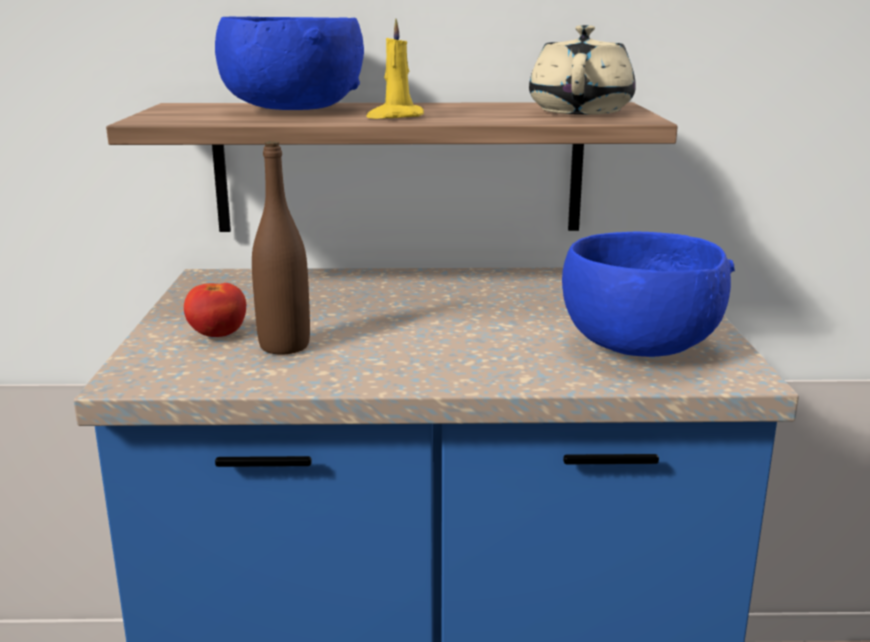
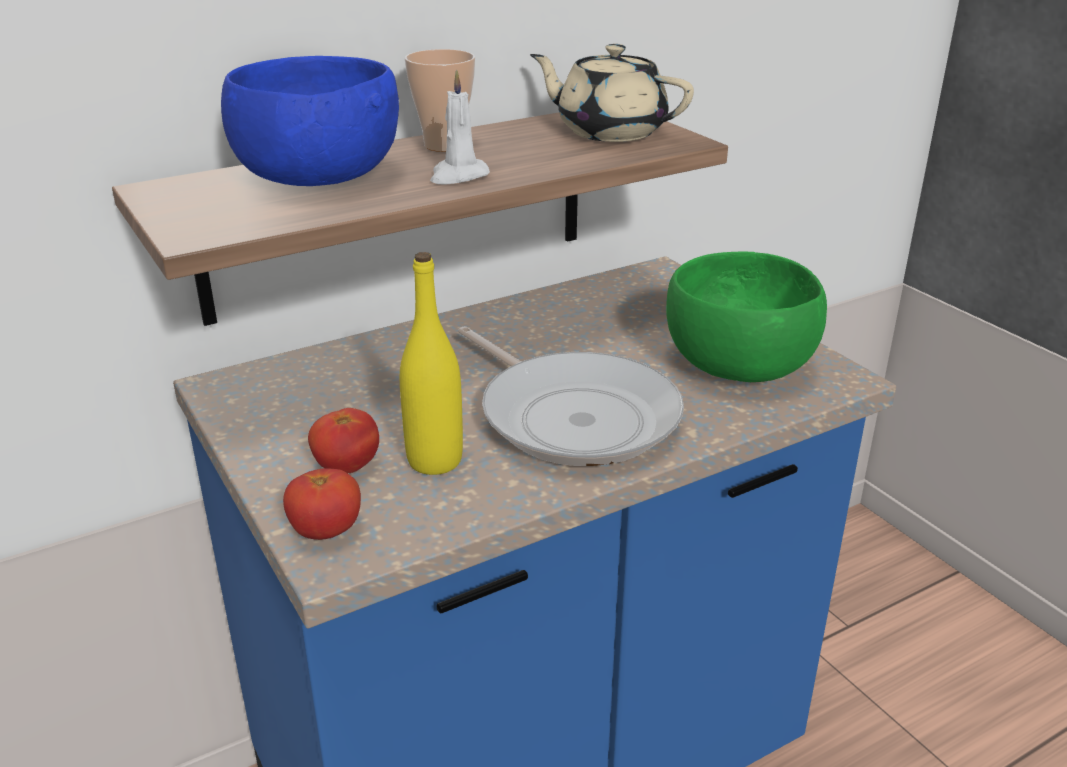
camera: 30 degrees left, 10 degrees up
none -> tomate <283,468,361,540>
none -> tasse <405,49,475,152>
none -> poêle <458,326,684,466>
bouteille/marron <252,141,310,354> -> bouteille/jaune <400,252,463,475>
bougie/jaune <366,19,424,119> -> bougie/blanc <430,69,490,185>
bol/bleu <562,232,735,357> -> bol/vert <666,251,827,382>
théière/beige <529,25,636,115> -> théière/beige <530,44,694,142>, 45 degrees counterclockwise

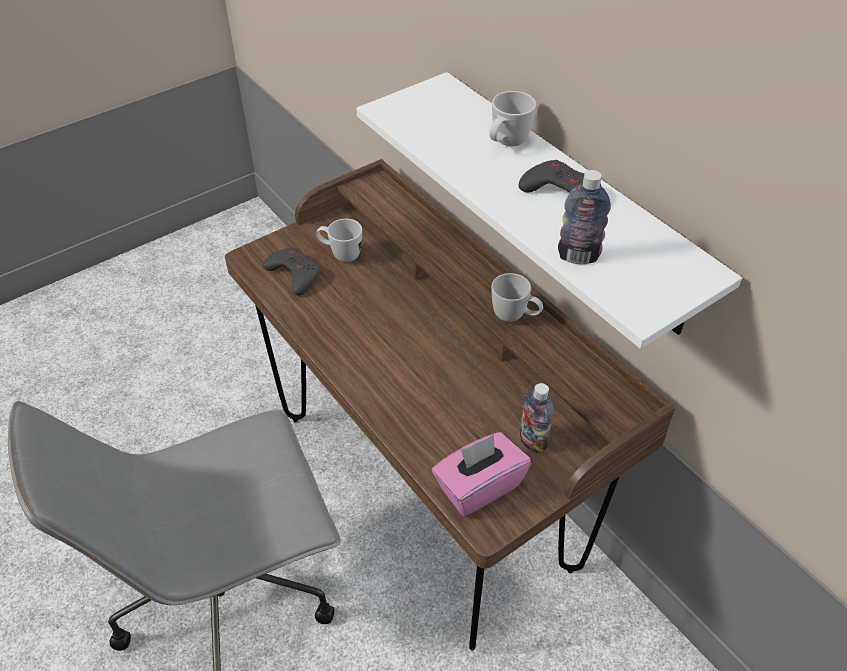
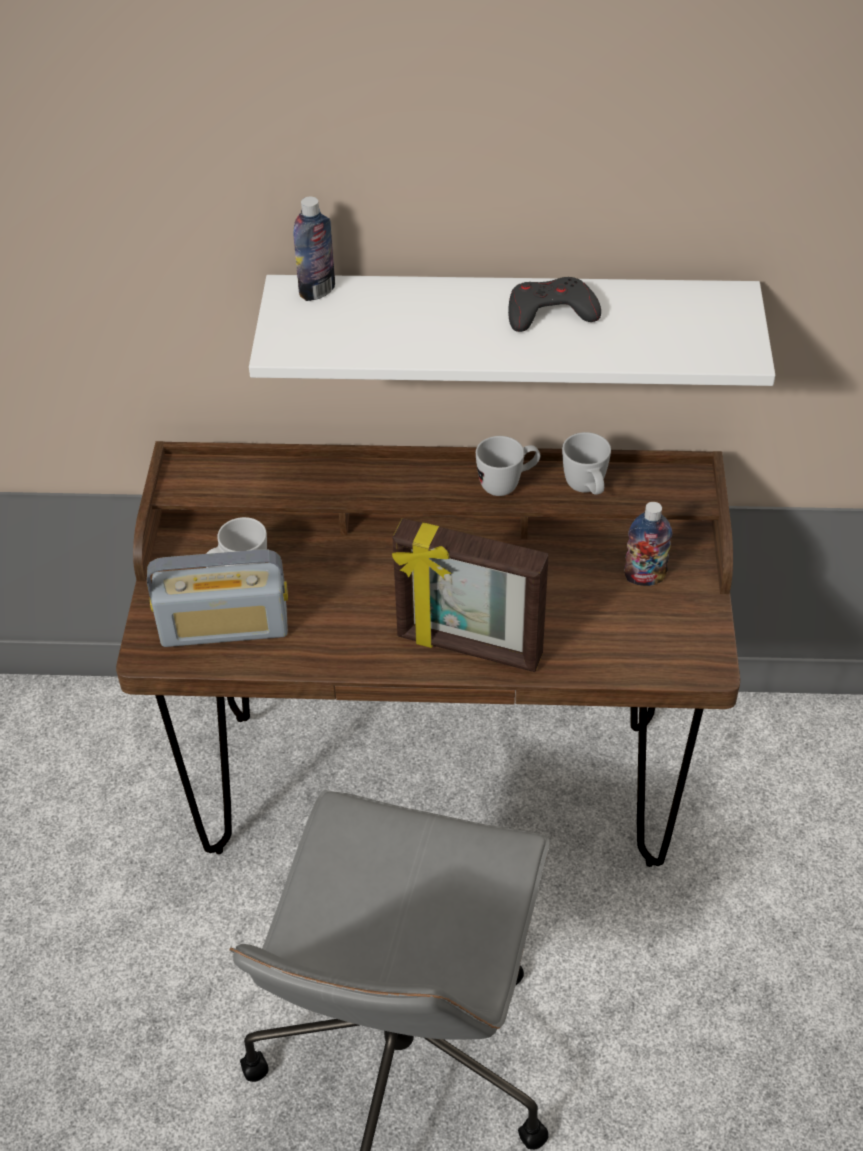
camera: 50 degrees left, 0 degrees up
boîte à mouchoirs/rose <432,432,531,516> -> none
none -> cadre photo <392,518,549,672>
mug/blanc <489,91,536,146> -> mug/blanc <562,432,611,495>, relocated
bouteille <558,170,611,264> -> bouteille <293,197,335,301>, relocated
manette/gris <263,247,320,296> -> radio <147,549,288,647>

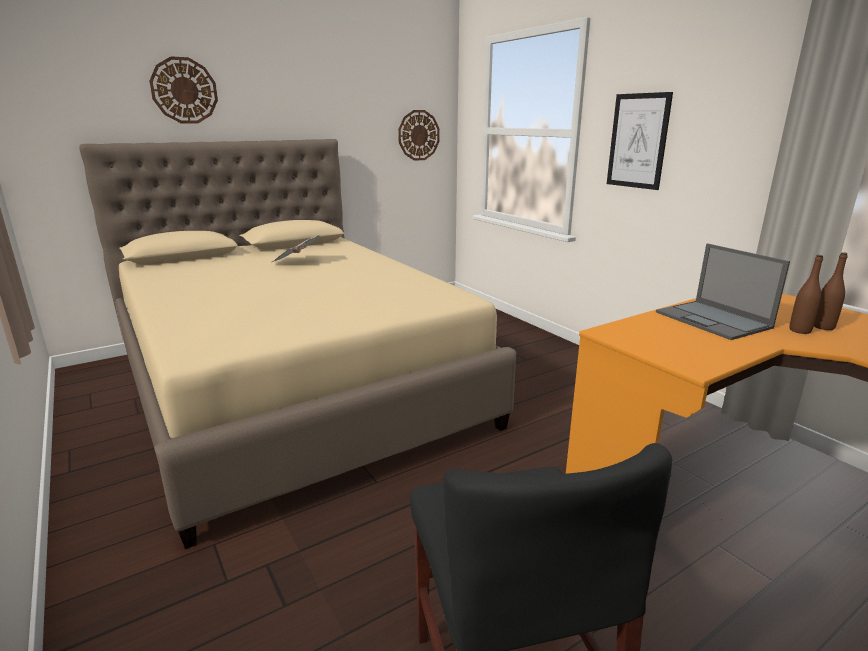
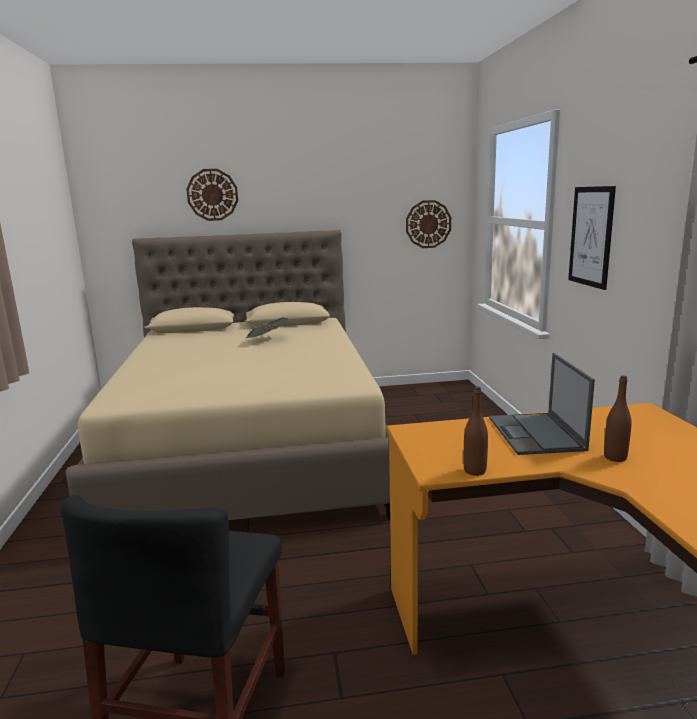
camera: 25 degrees right, 5 degrees down
bouteille/marron <814,252,848,330> -> bouteille/marron <464,387,488,476>, relocated

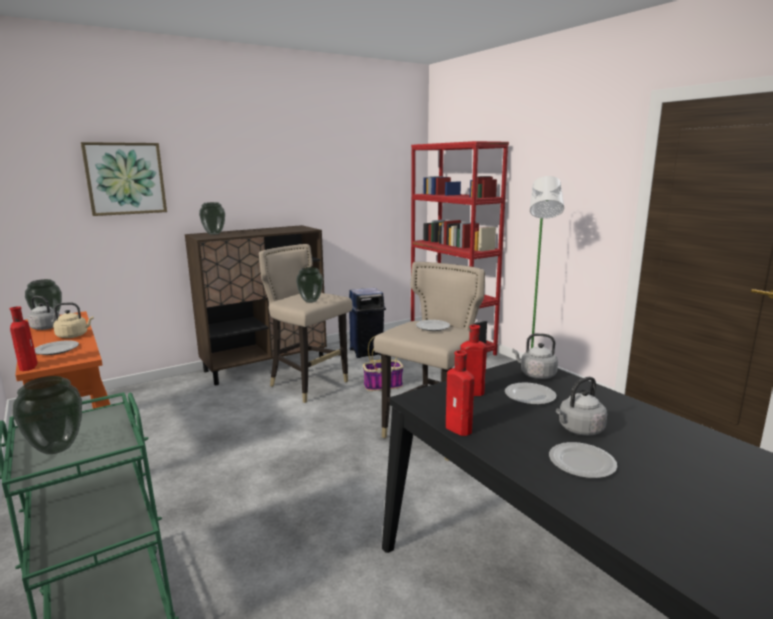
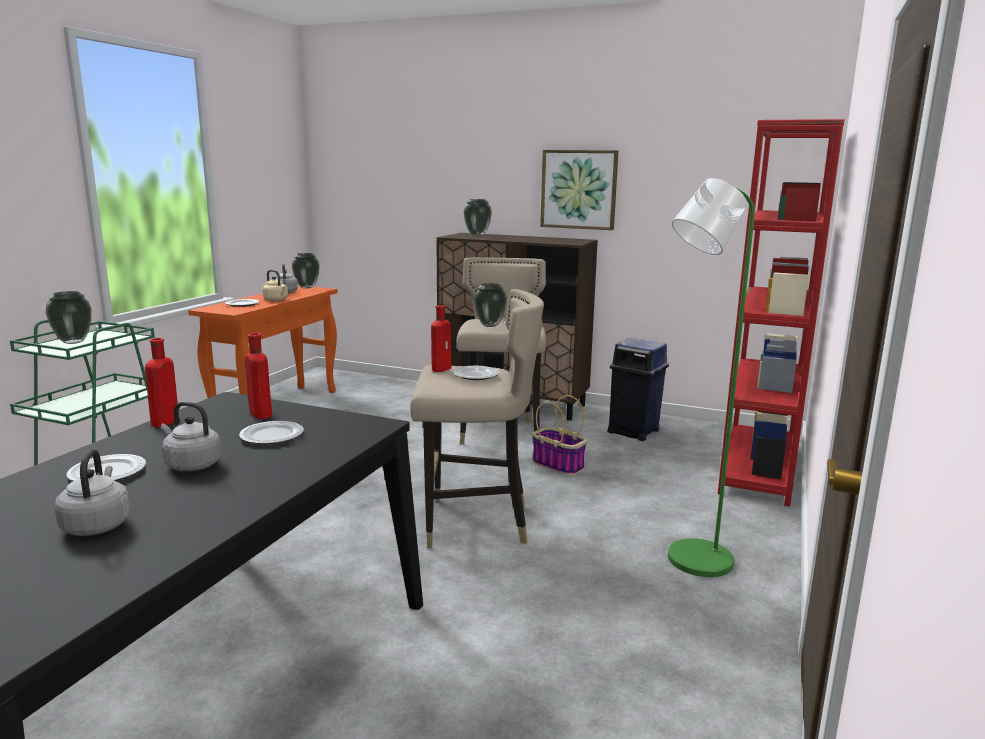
camera: 55 degrees right, 0 degrees up
bouteille/rouge <10,306,38,371> -> bouteille/rouge <431,305,451,372>, relocated
tableau <81,142,167,216> -> tableau <540,150,618,230>, relocated
bouilloire/gris <512,333,558,379> -> bouilloire/gris <54,449,130,536>, relocated

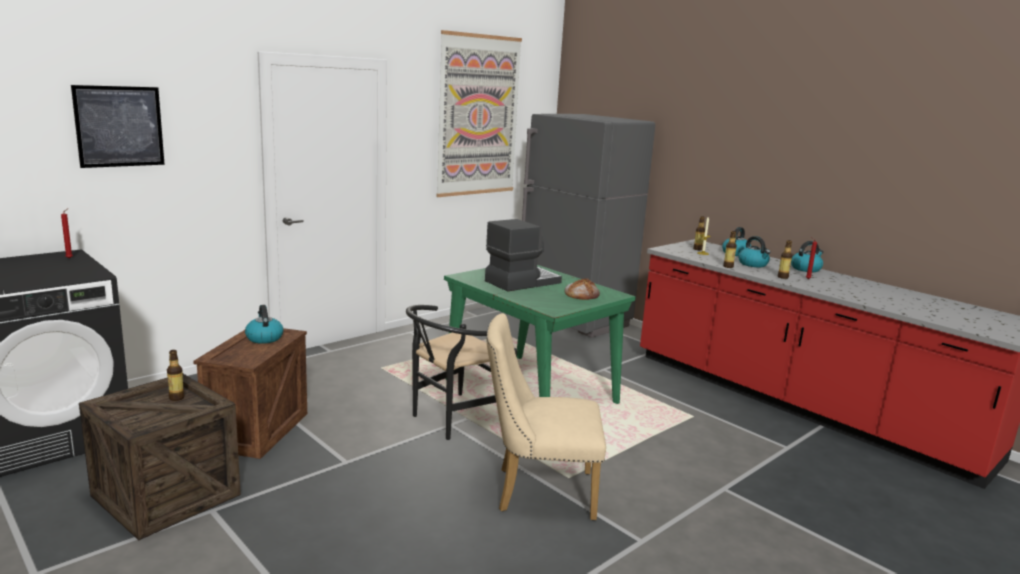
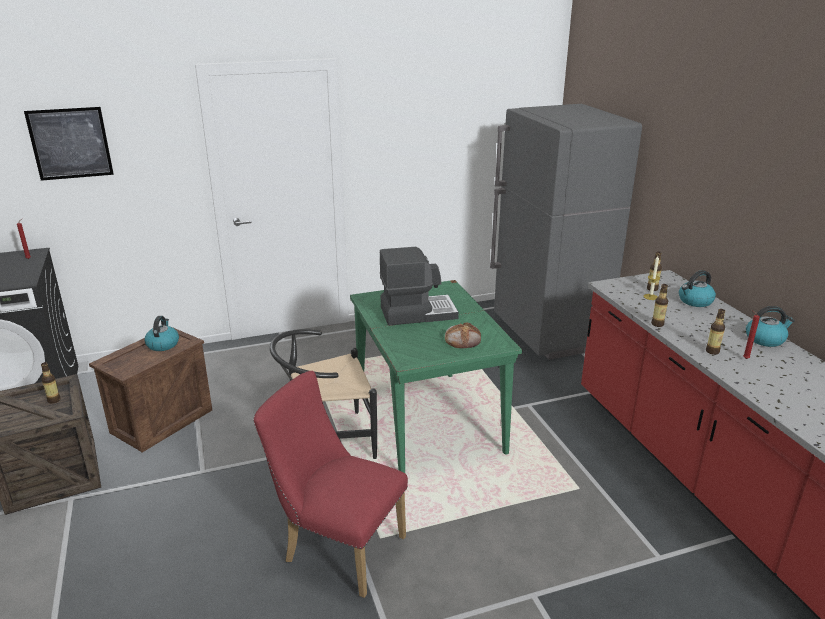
camera: 25 degrees right, 10 degrees up
tableau <436,30,522,197> -> none
bouilloire <738,236,770,267> -> none
chaise/beige <487,313,606,521> -> chaise/rouge <253,371,408,598>

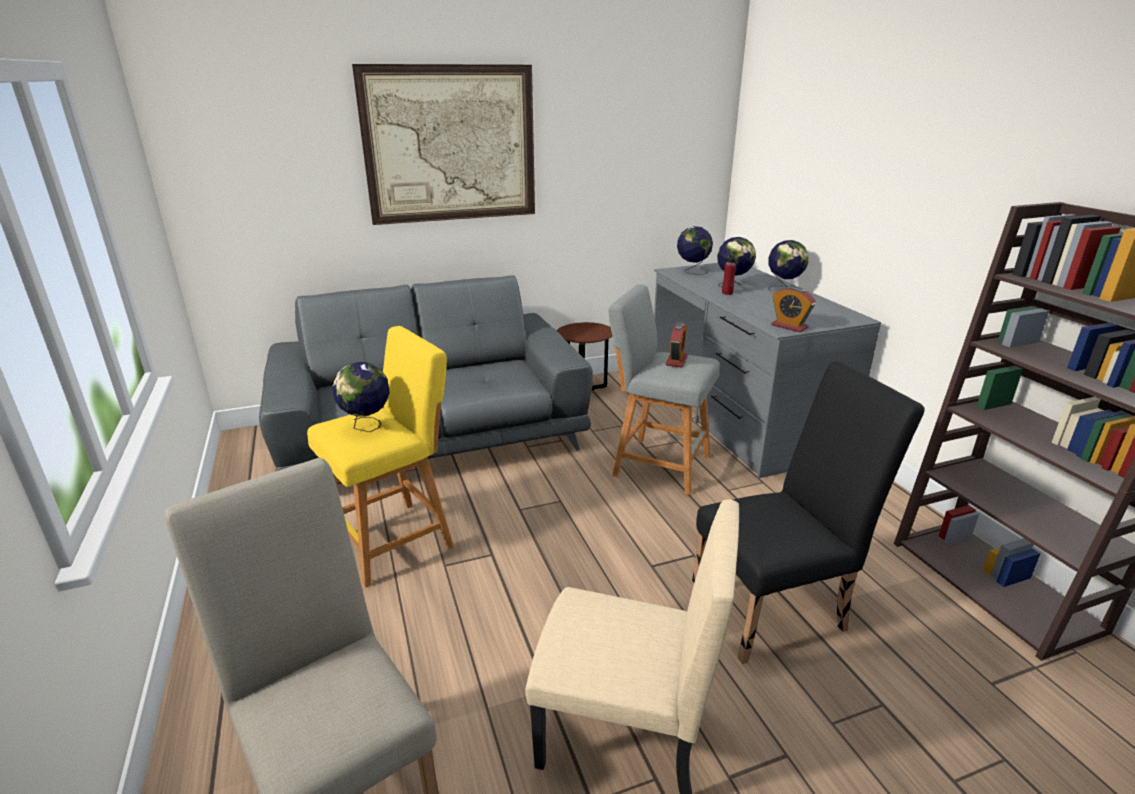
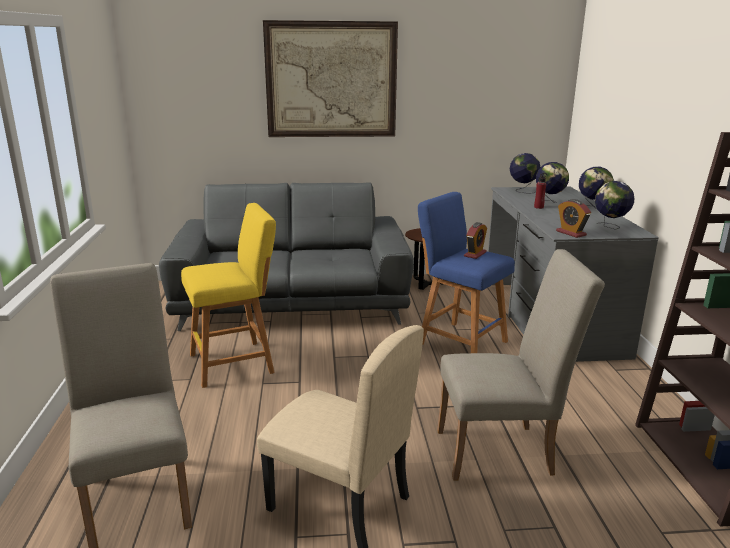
camera: 15 degrees right, 5 degrees down
globe <332,362,390,432> -> globe <595,181,634,230>, relocated
tabouret/gris <608,284,720,495> -> tabouret/bleu <418,192,515,353>
chaise/noir <690,361,924,664> -> chaise/beige <437,249,605,481>

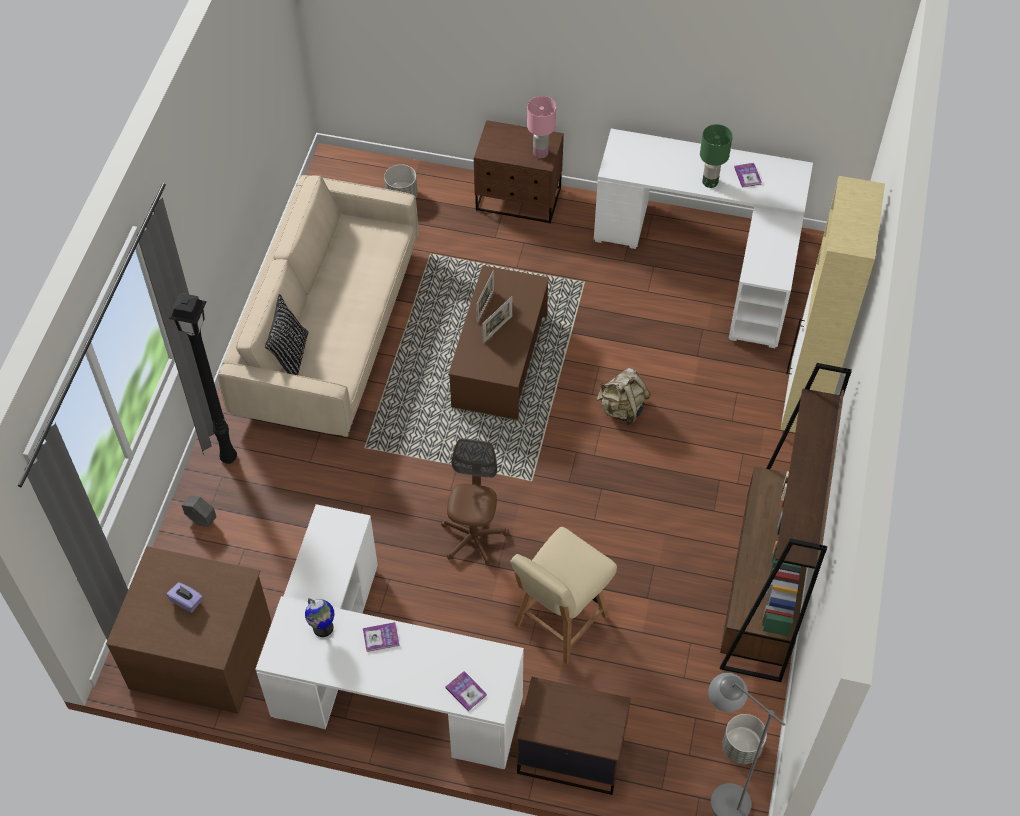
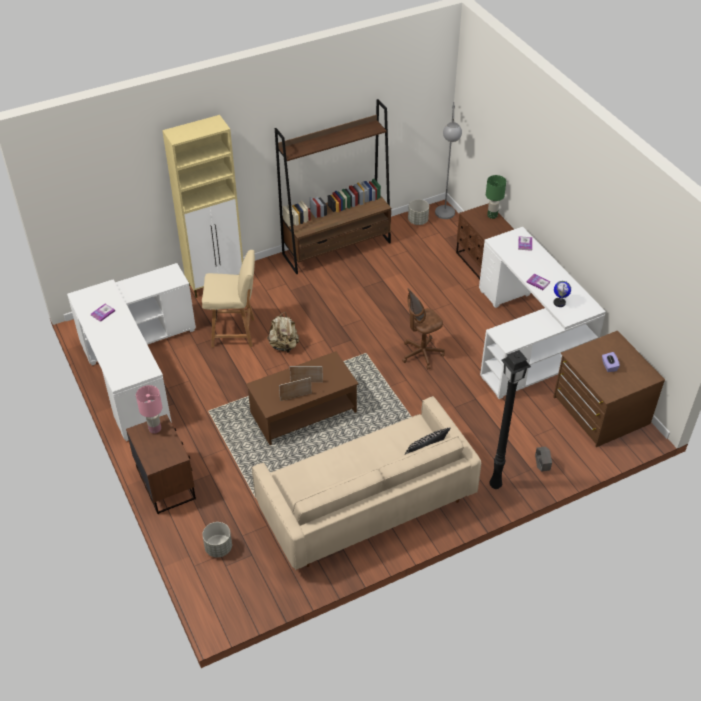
camera: 130 degrees left, 10 degrees down
chaise/beige <510,527,617,664> -> chaise/beige <202,250,255,347>, relocated
lampe de table/vert <700,124,733,188> -> lampe de table/vert <486,175,506,219>, relocated

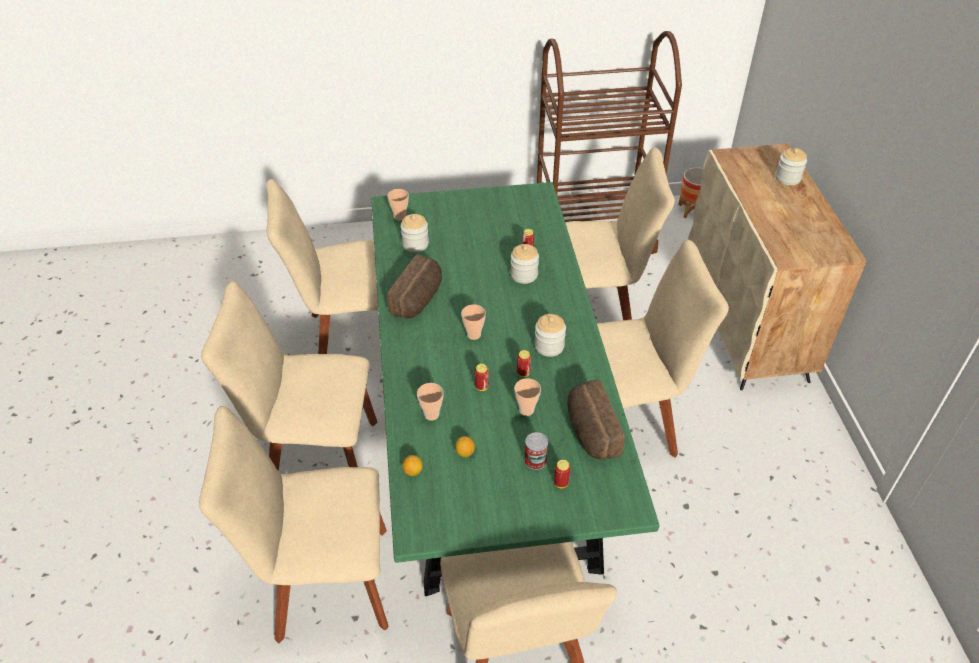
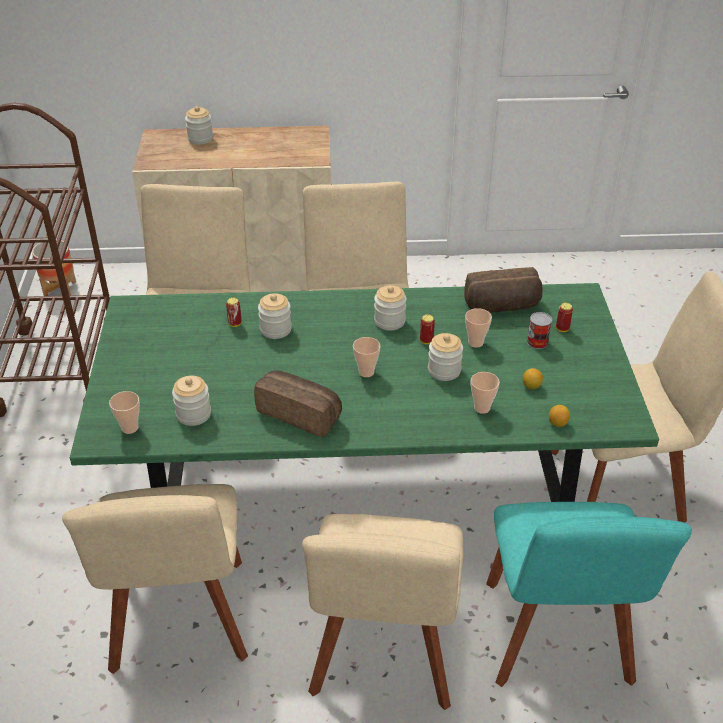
camera: 85 degrees left, 5 degrees down
boîte métallique <475,364,489,391> -> bocal <428,333,463,381>
chaise/beige <199,406,388,644> -> chaise/turquoise <486,502,692,687>

